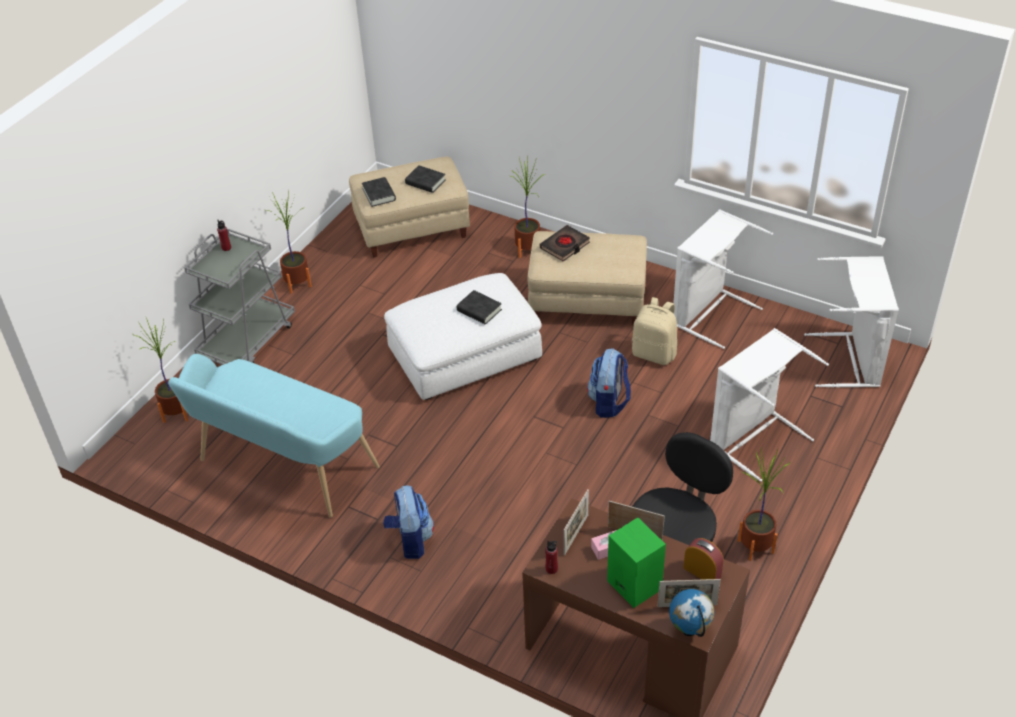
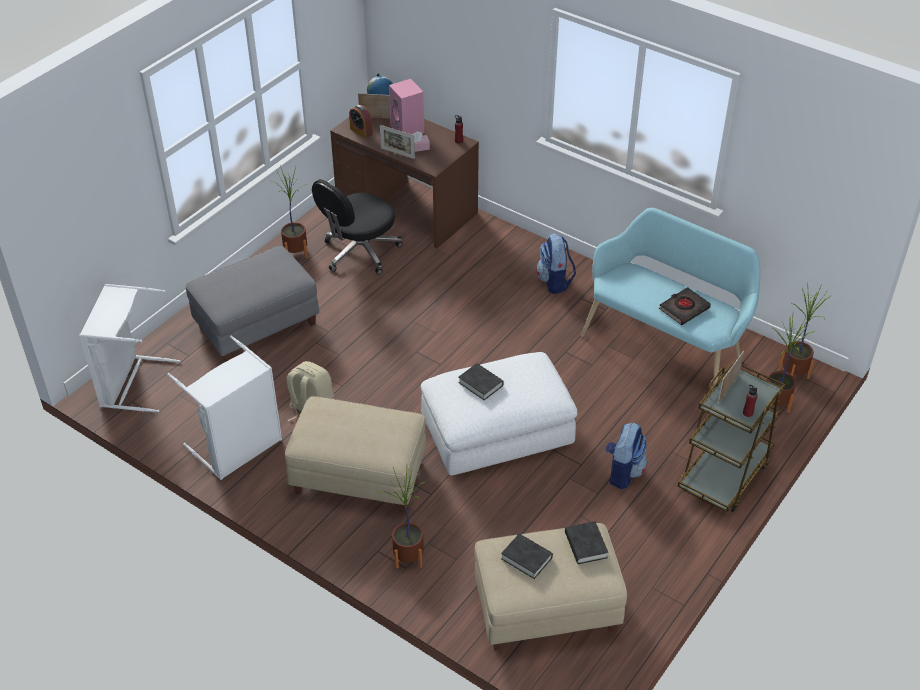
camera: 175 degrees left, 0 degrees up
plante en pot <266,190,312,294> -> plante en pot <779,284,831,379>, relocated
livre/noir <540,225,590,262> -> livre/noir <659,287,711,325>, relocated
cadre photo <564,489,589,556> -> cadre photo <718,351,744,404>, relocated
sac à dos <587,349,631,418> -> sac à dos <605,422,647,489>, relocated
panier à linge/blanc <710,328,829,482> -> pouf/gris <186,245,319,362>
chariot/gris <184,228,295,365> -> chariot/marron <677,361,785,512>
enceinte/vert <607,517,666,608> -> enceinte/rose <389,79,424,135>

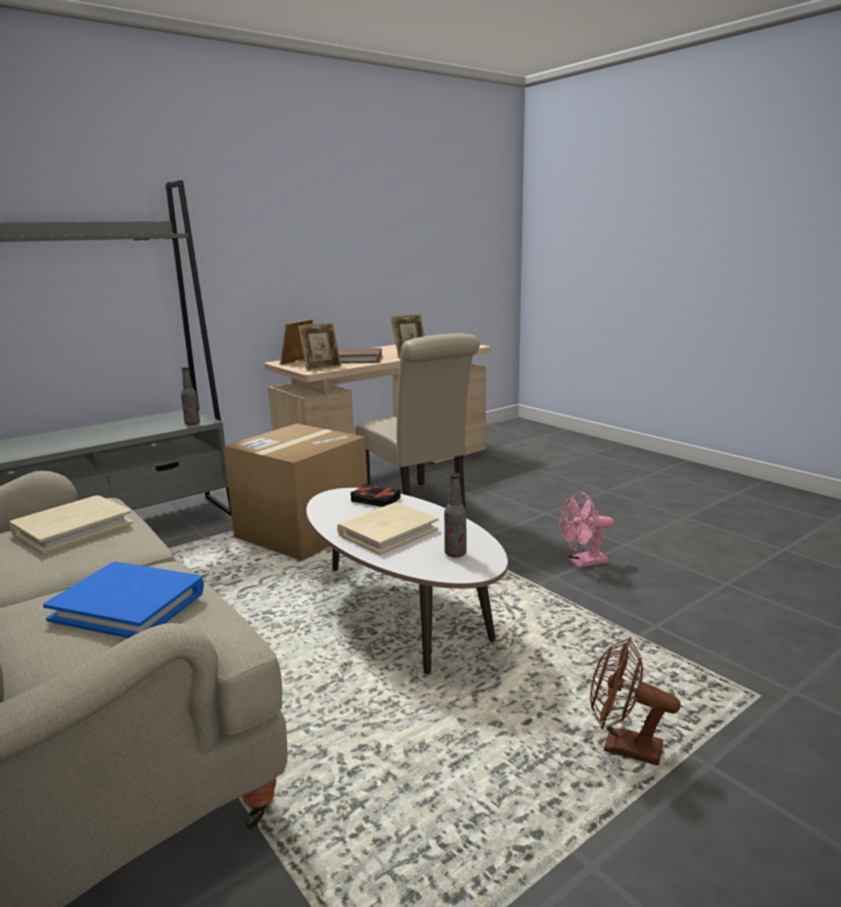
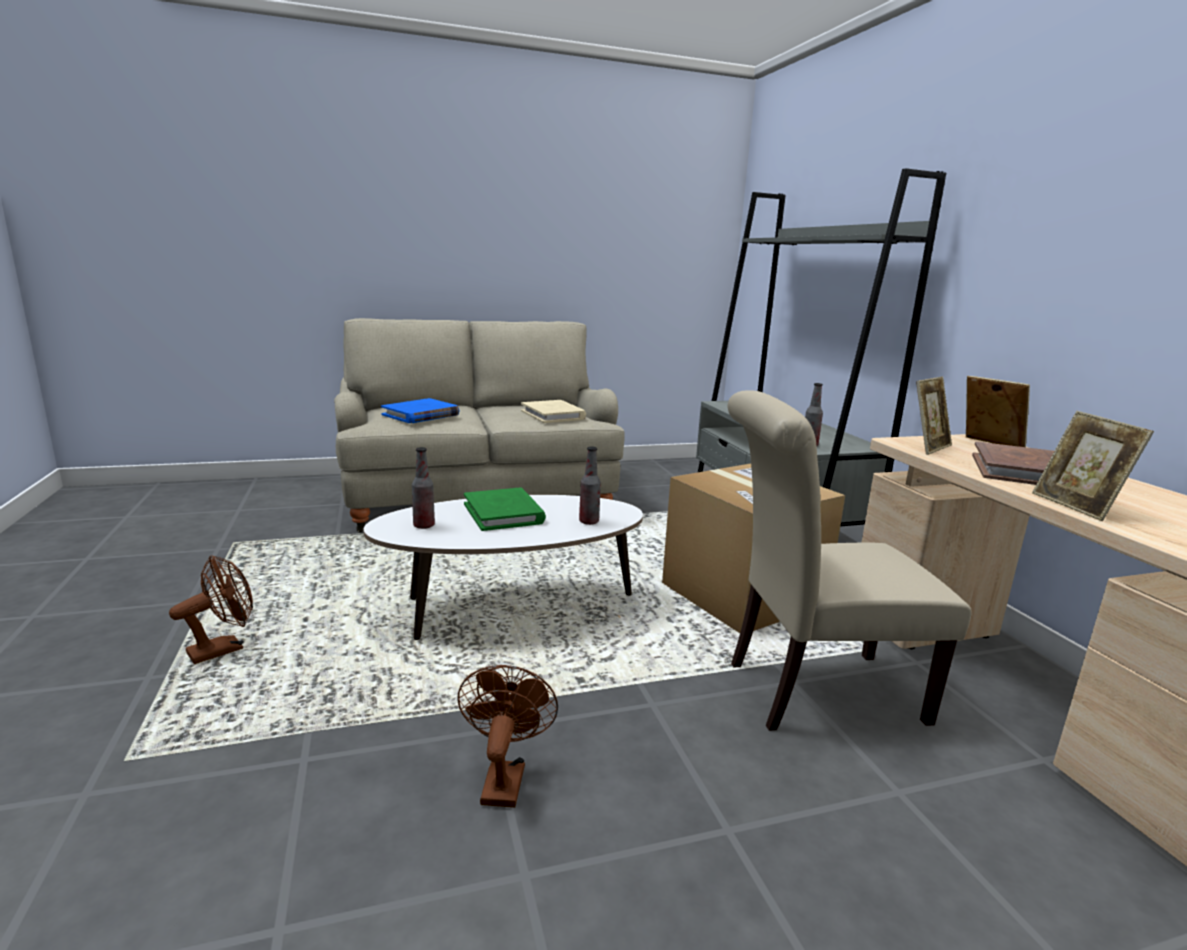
camera: 110 degrees right, 0 degrees up
livre/noir <350,484,400,507> -> bouteille <579,447,601,525>
livre/beige <337,503,439,555> -> livre/vert <464,488,546,531>
ventilateur/rose <559,492,613,568> -> ventilateur/marron <457,665,558,808>
cadre photo <298,323,342,371> -> cadre photo <916,377,952,455>, 120 degrees counterclockwise

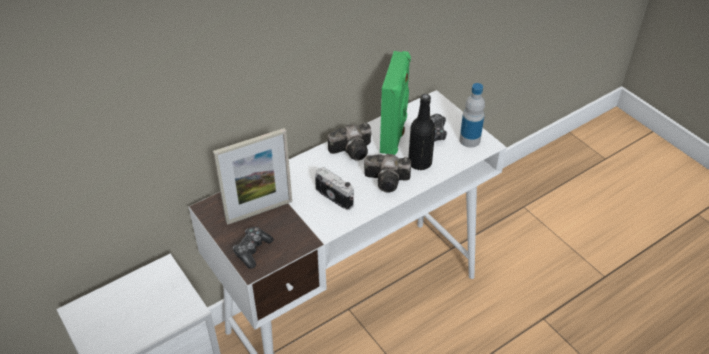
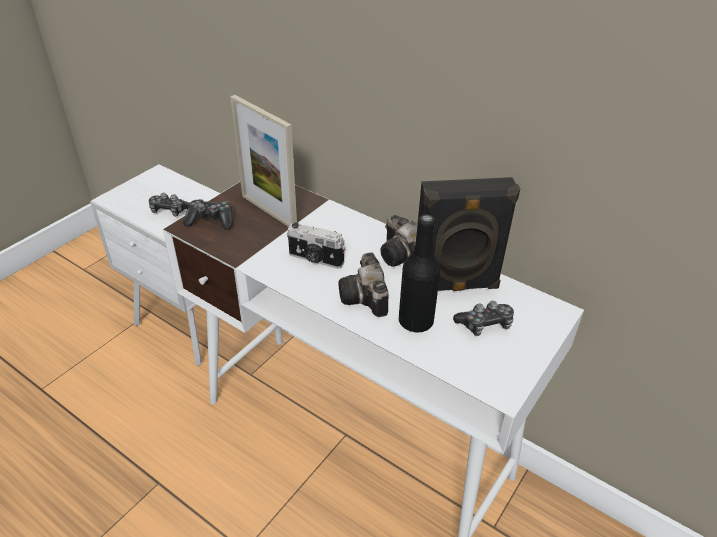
camera: 70 degrees right, 5 degrees down
bouteille <459,83,485,148> -> none
none -> manette <149,193,190,216>
enceinte/vert <380,51,411,155> -> enceinte/noir <416,177,521,291>
appareil photo <315,167,354,210> -> appareil photo <287,223,346,269>, 90 degrees clockwise

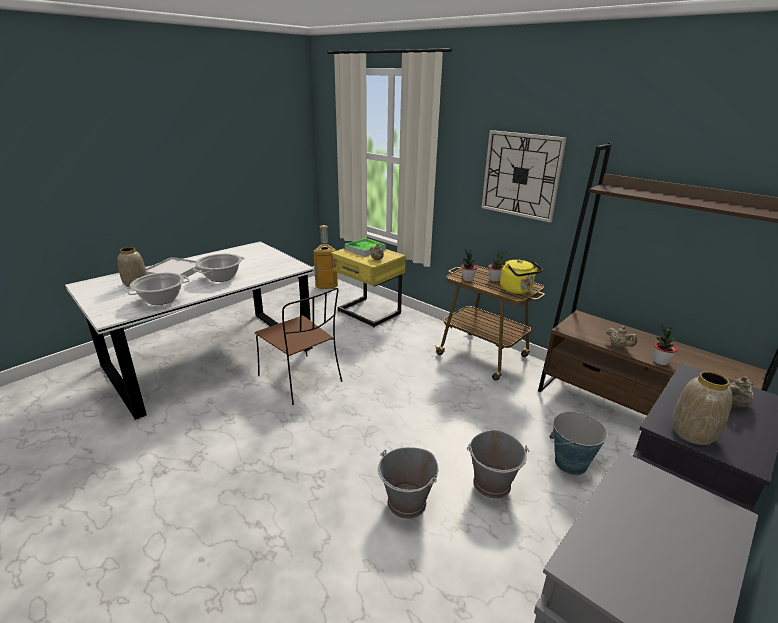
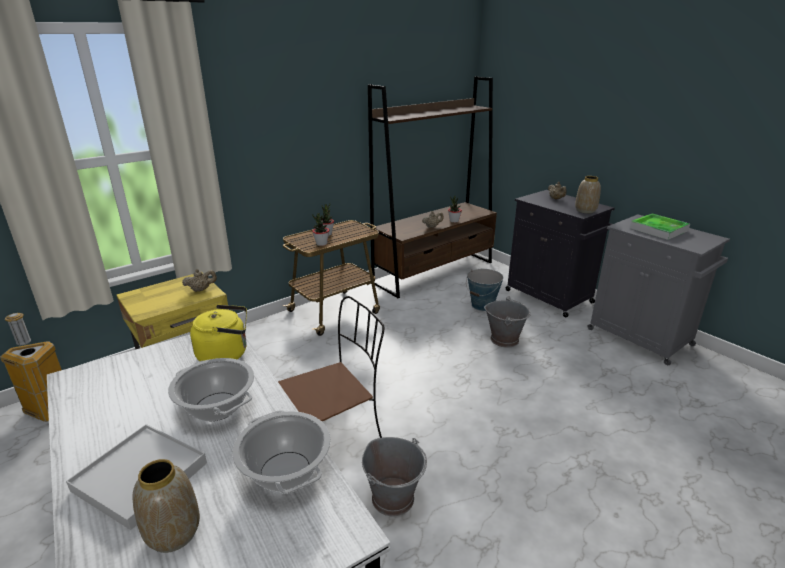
camera: 80 degrees left, 0 degrees up
horloge murale <482,130,567,223> -> none
plateau <344,238,386,257> -> plateau <630,213,690,240>, relocated
seau/gris <378,447,438,519> -> seau/gris <362,437,427,516>, relocated
bouilloire/jaune <500,259,543,294> -> bouilloire/jaune <190,304,247,361>, relocated

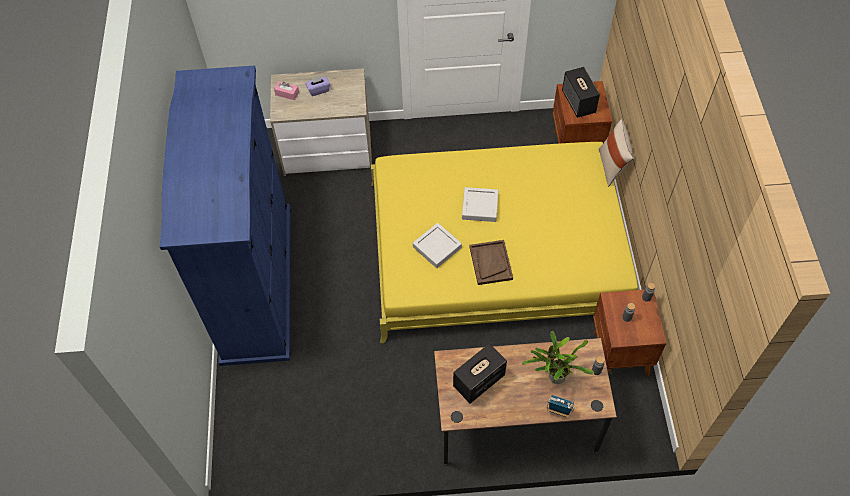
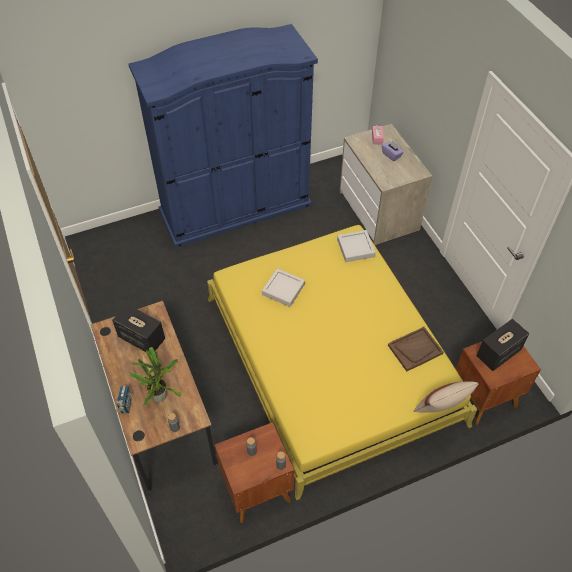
camera: 70 degrees right, 5 degrees down
plateau/gris <462,187,498,222> -> plateau/gris <337,230,376,262>, relocated
plateau/marron <469,240,513,285> -> plateau/marron <388,327,444,372>, relocated

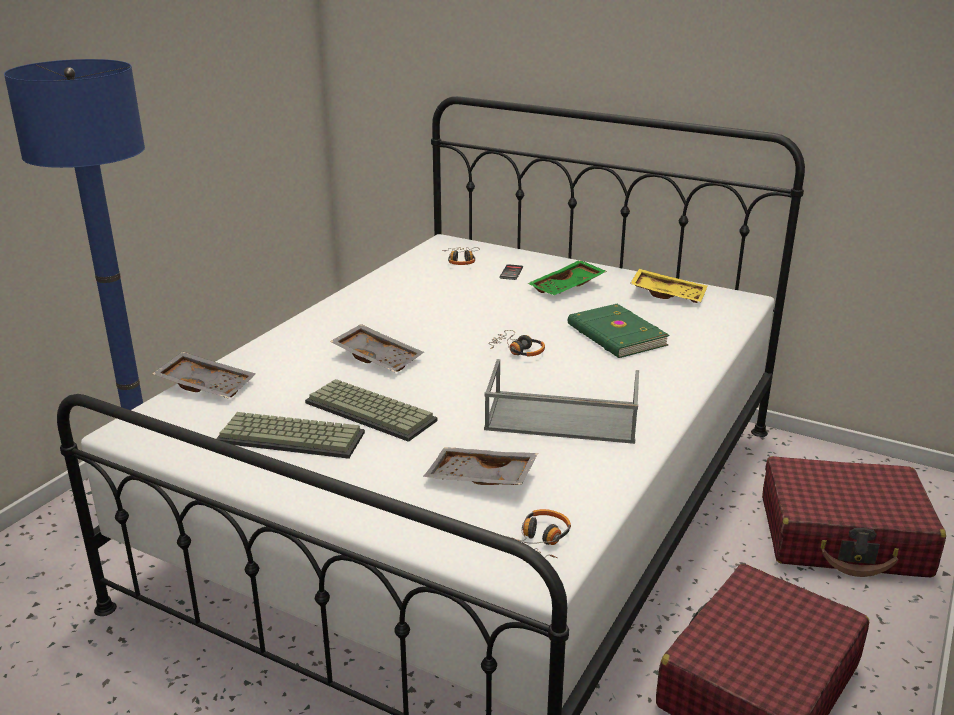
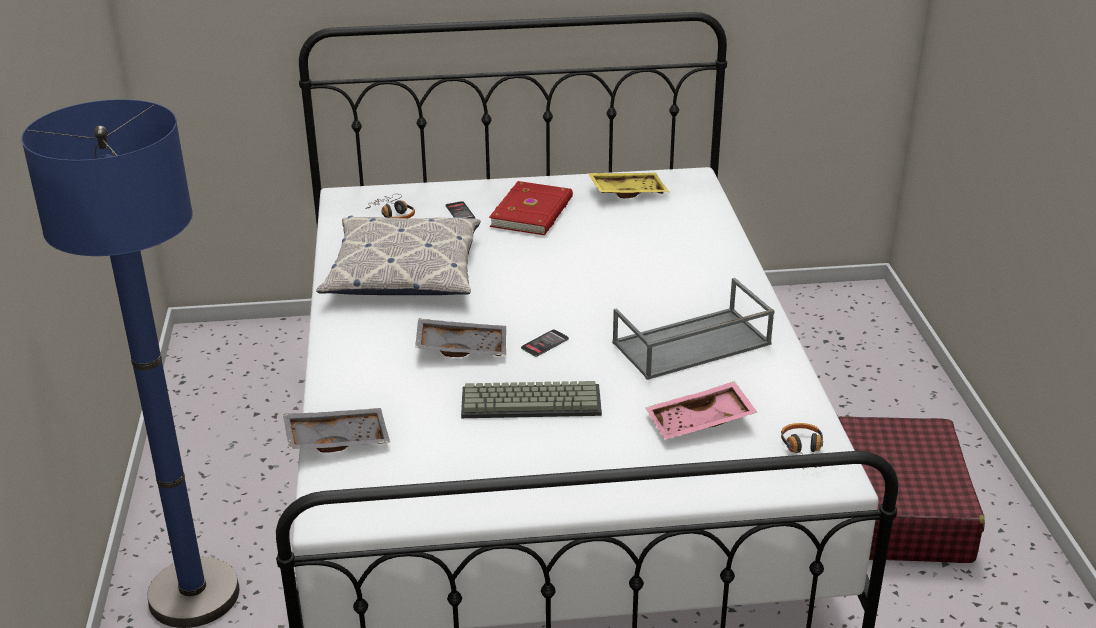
camera: 35 degrees left, 5 degrees up
clavier <216,412,365,459> -> none
casque audio <488,330,545,356> -> none
livre/vert <568,304,669,358> -> none
valise/rouge <762,456,946,577> -> none
none -> coussin <316,216,481,295>
none -> téléphone <521,329,569,357>
plateau/vert <527,260,607,295> -> livre/rouge <489,181,573,235>
plateau/gris <423,447,538,485> -> plateau/rose <646,381,757,440>

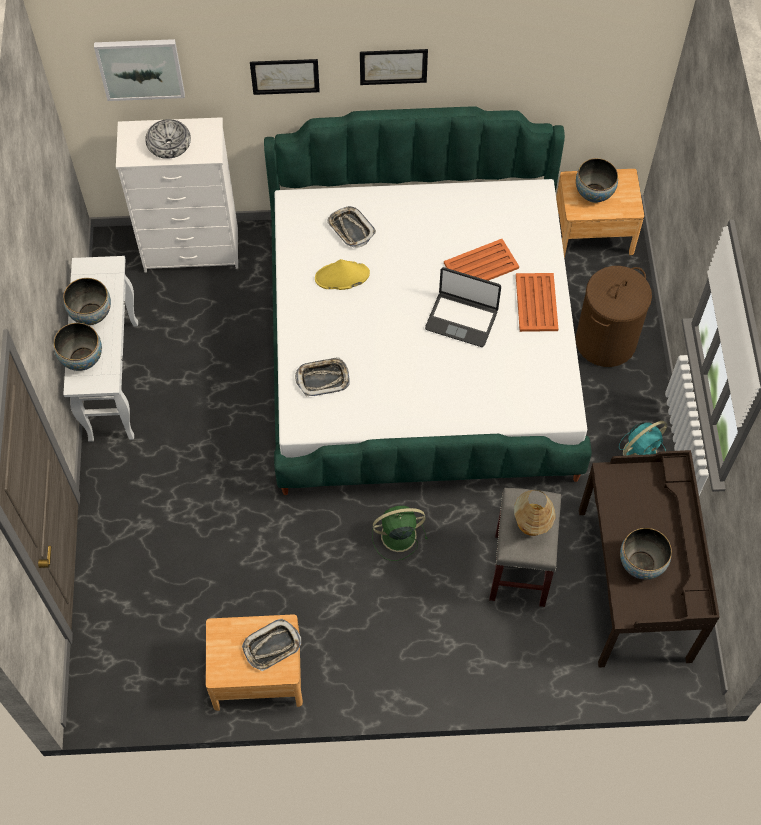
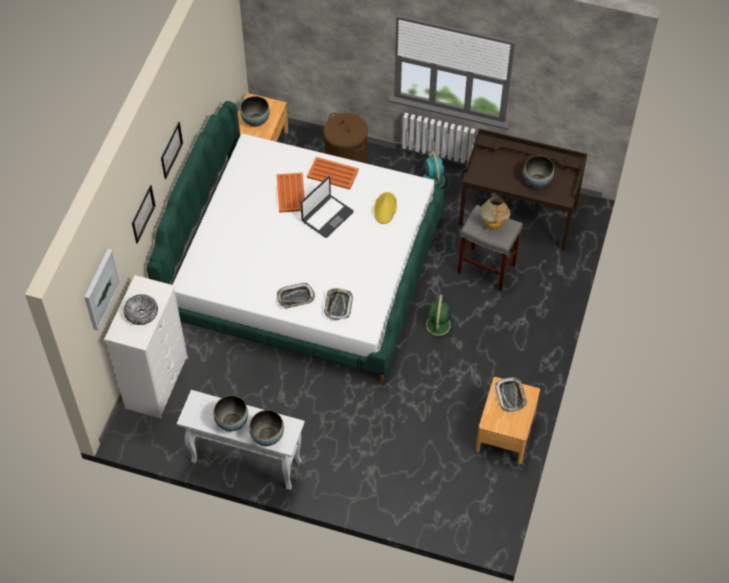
camera: 70 degrees left, 5 degrees down
chapeau/jaune <315,259,370,290> -> chapeau/jaune <374,192,397,224>, relocated
plateau <327,206,376,247> -> plateau <277,283,315,309>, relocated

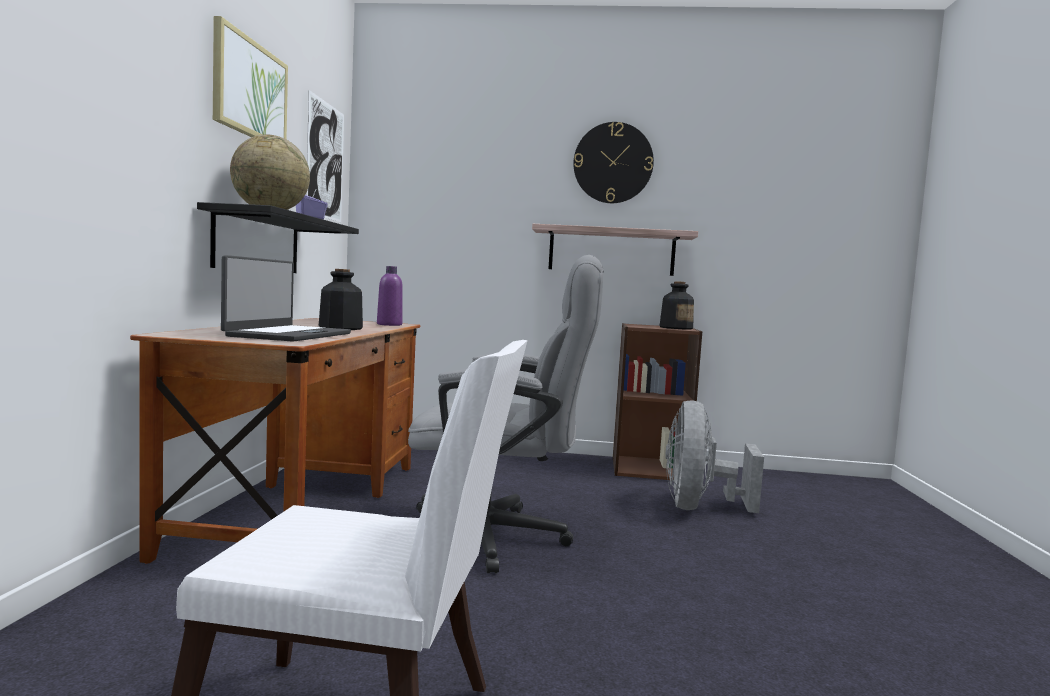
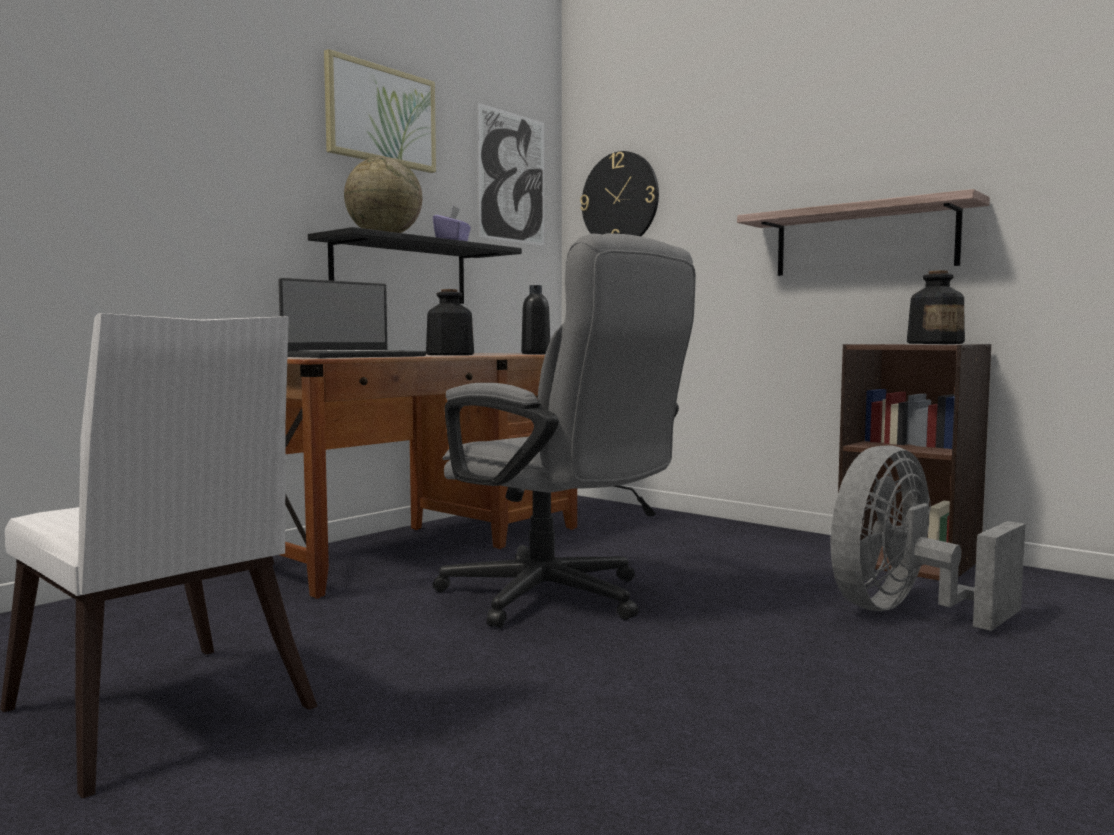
camera: 35 degrees right, 0 degrees up
horloge murale <573,122,654,203> -> horloge murale <580,151,659,236>, relocated
bouteille/violet <377,266,403,326> -> bouteille/noir <521,285,550,354>

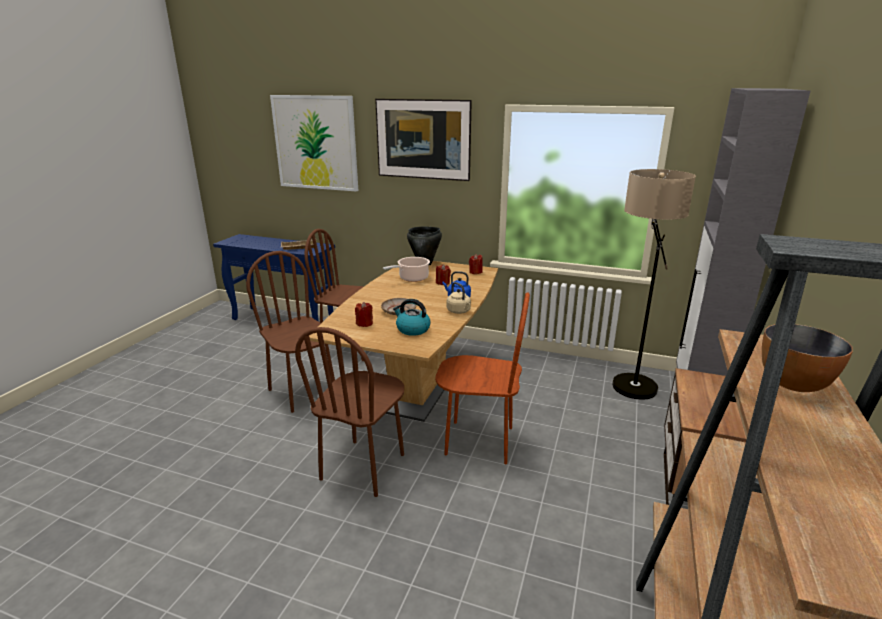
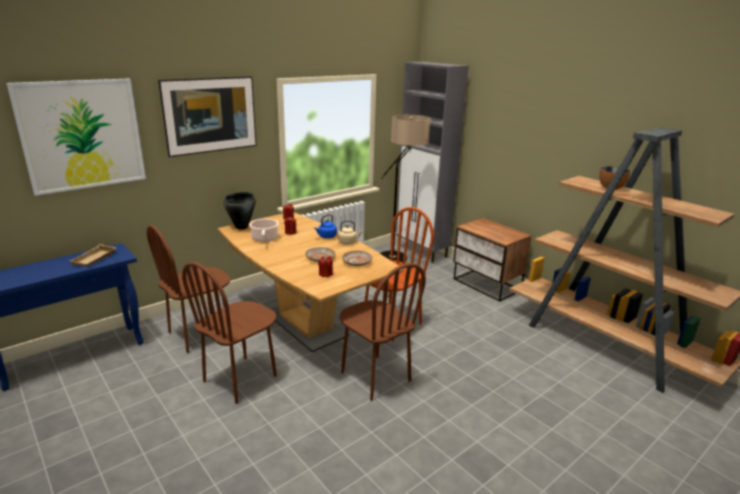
camera: 60 degrees left, 0 degrees up
bouilloire <393,299,431,336> -> assiette/beige <342,251,372,266>
chaise/marron <246,251,335,413> -> chaise/marron <182,262,277,404>, 45 degrees counterclockwise

